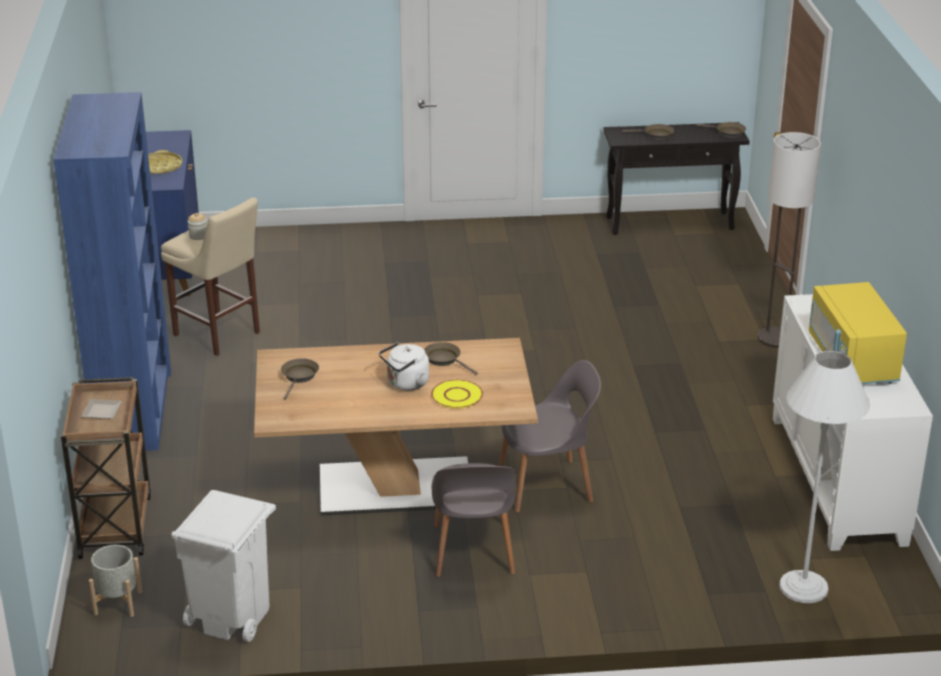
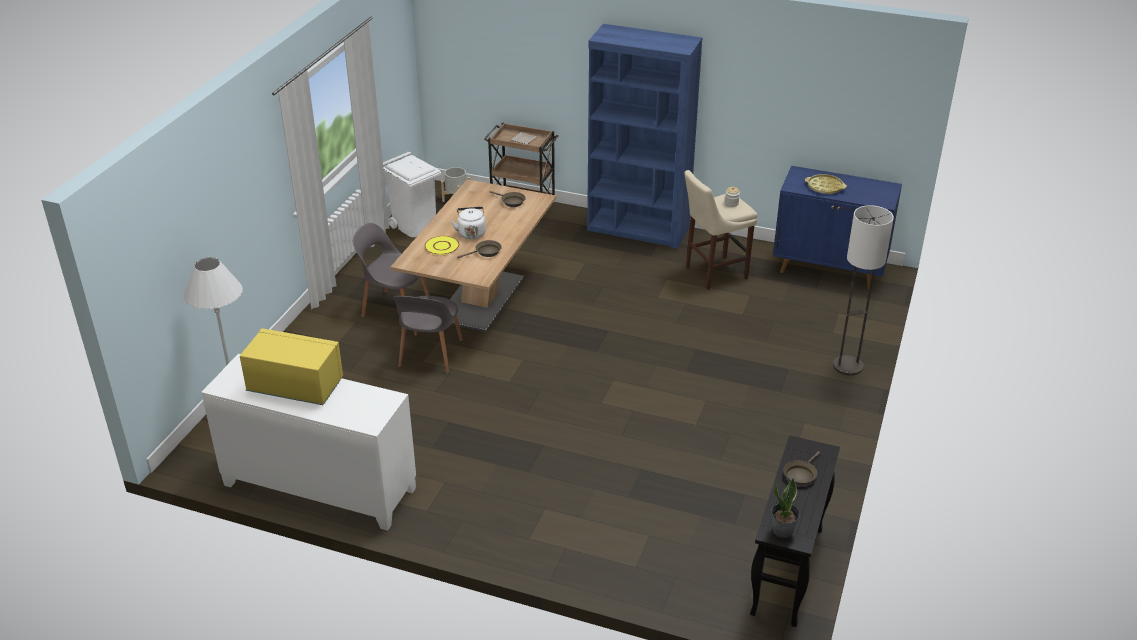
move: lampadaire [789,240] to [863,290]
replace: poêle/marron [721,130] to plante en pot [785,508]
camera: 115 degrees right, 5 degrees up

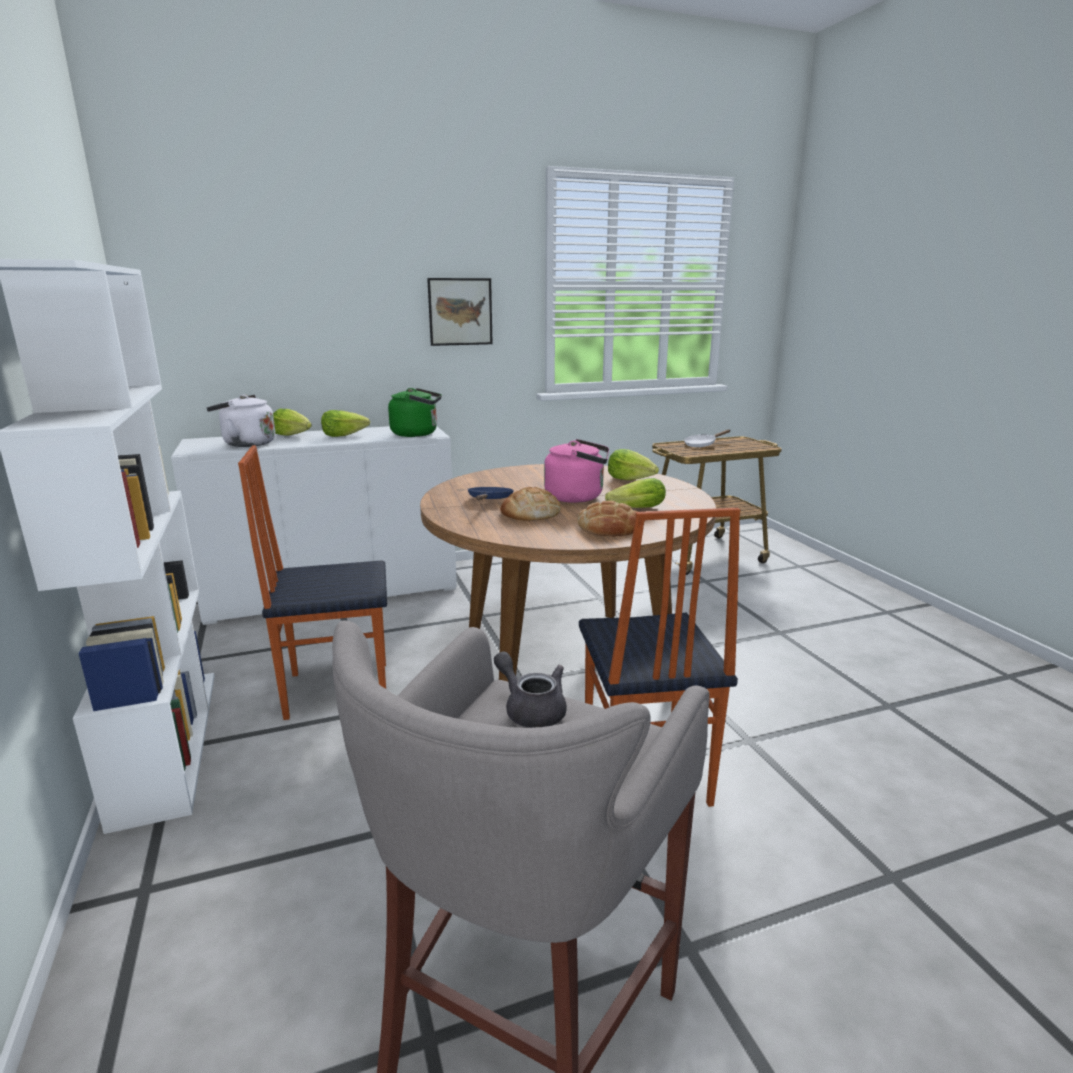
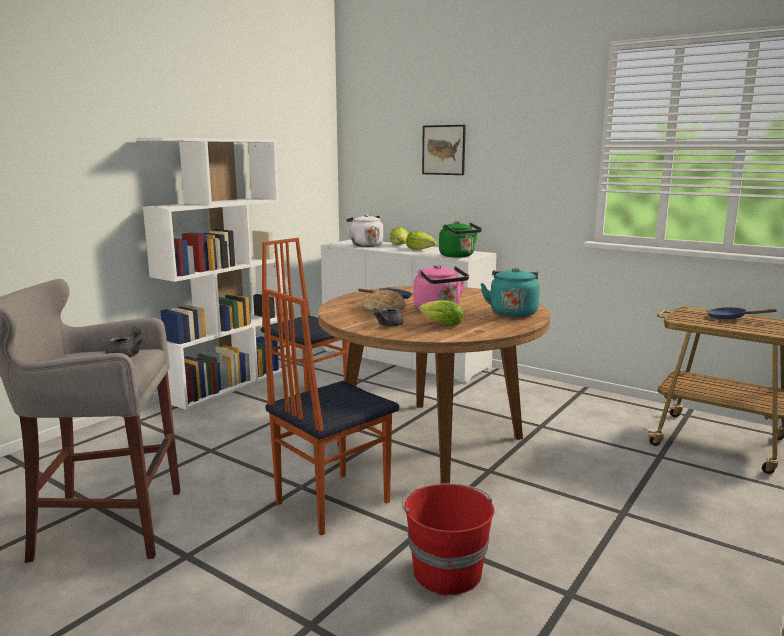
insert: seau/rouge [448,539]
move: tableau [460,312] to [444,150]
replace: pain [607,519] to théière/gris [388,317]; laitue [633,464] to bouilloire/turquoise [510,292]
recolor: poêle/blanc [707,438] to poêle/bleu [742,313]
camera: 55 degrees right, 5 degrees down

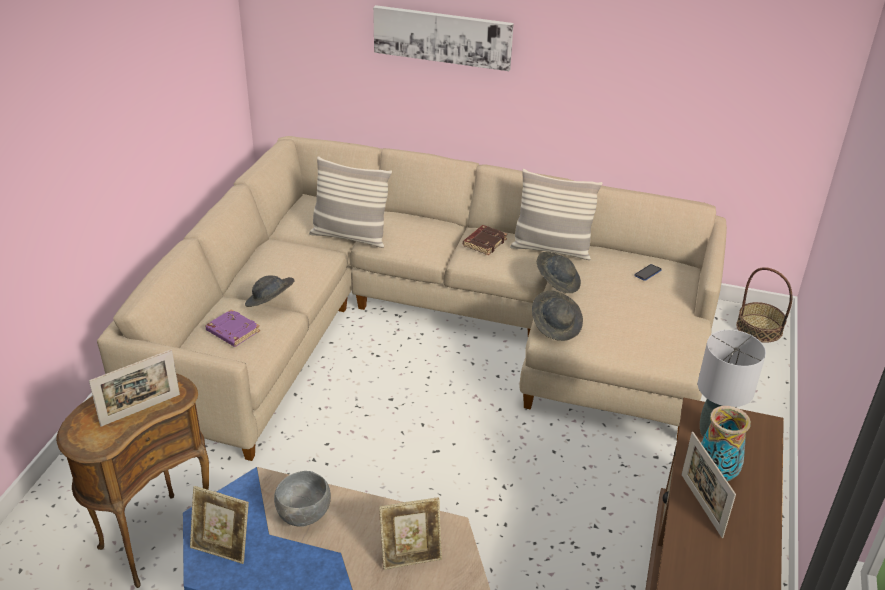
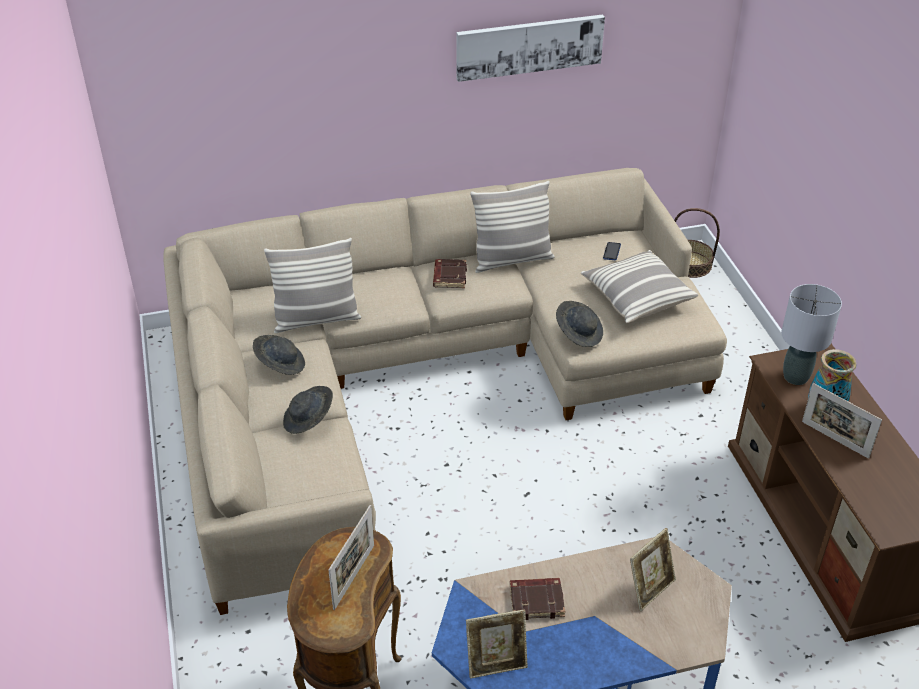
delete: livre/violet [232,328]
insert: coussin [639,286]
move: tableau [443,38] to [530,48]; chapeau/gris [559,272] to [279,355]
replace: bol/gris [302,499] to livre/marron [538,599]
camera: 30 degrees left, 5 degrees up

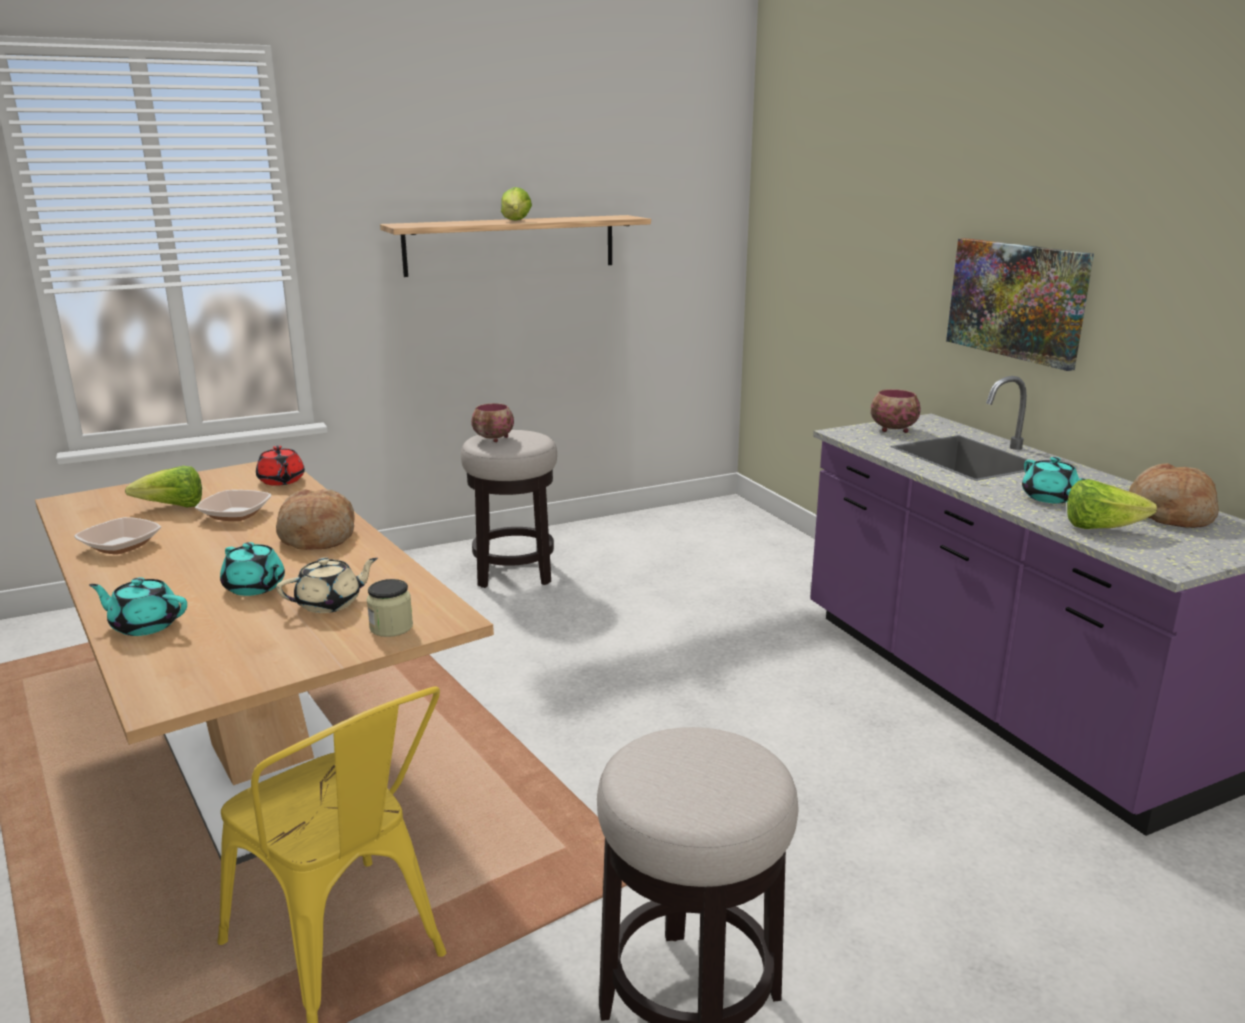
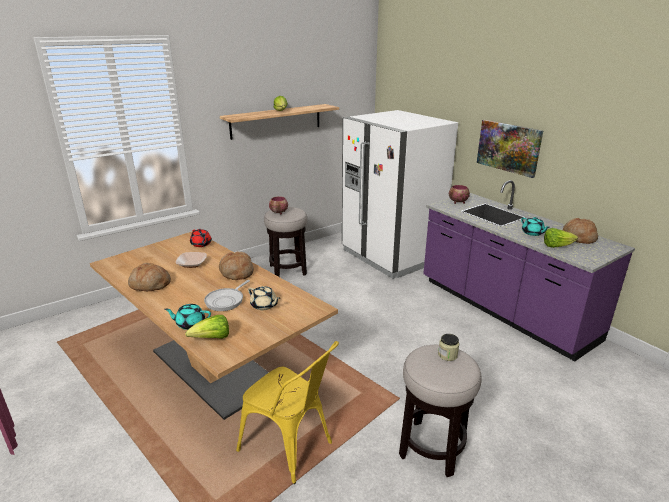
insert: réfrigérateur/blanc [400,194]
move: laitue [163,486] to [207,327]; bocal [390,608] to [448,347]
replace: bol [117,535] to pain [149,277]; théière/turquoise [252,569] to poêle [227,295]
rotate: théière/beige [327,585] = [264,298] 75 degrees clockwise
camera: 10 degrees left, 5 degrees up

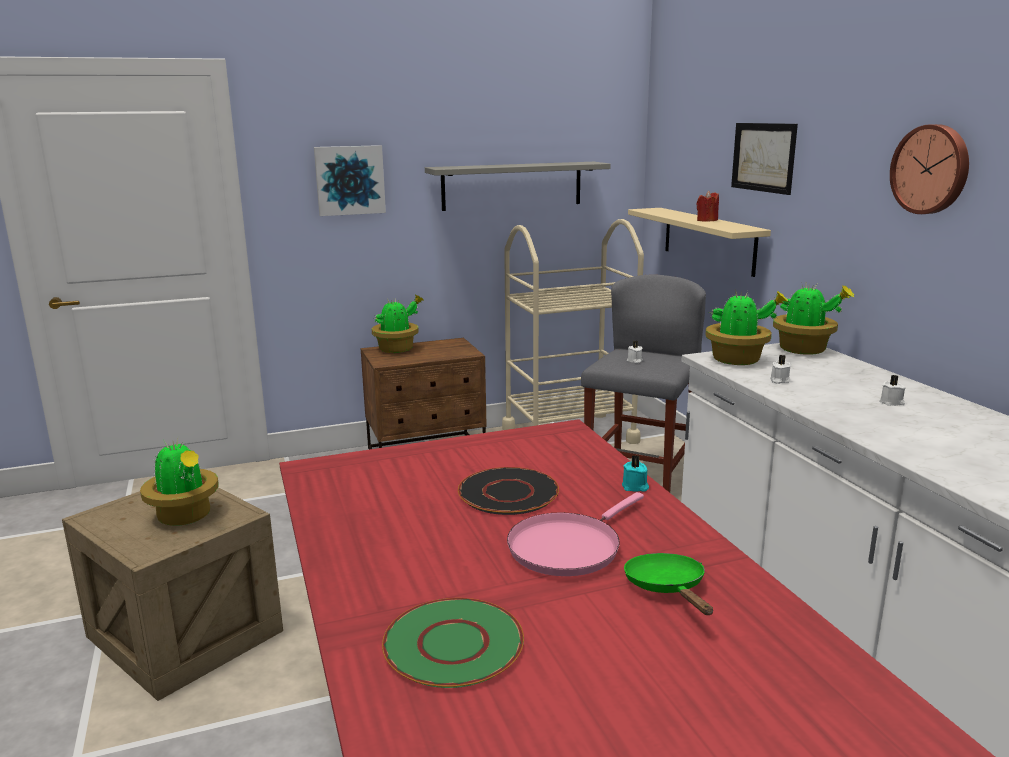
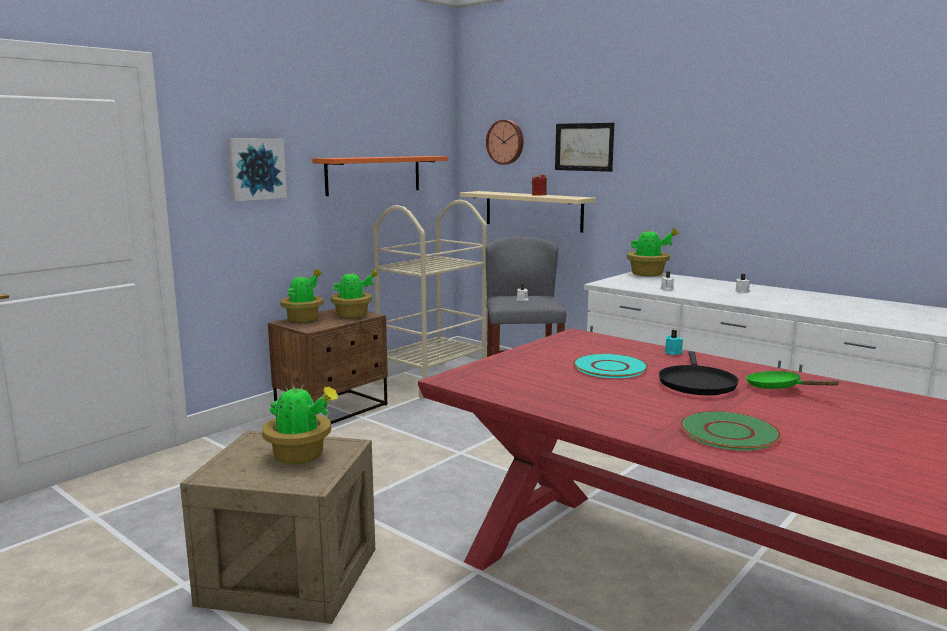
move: plante en pot [747,327] to [355,293]; horloge murale [929,169] to [505,142]
recolor: étagère/gris [518,186] to étagère/orange [380,176]; assiette/noir [508,491] to assiette/turquoise [610,365]; poêle/rose [575,534] to poêle/noir [699,373]
camera: 30 degrees left, 5 degrees down

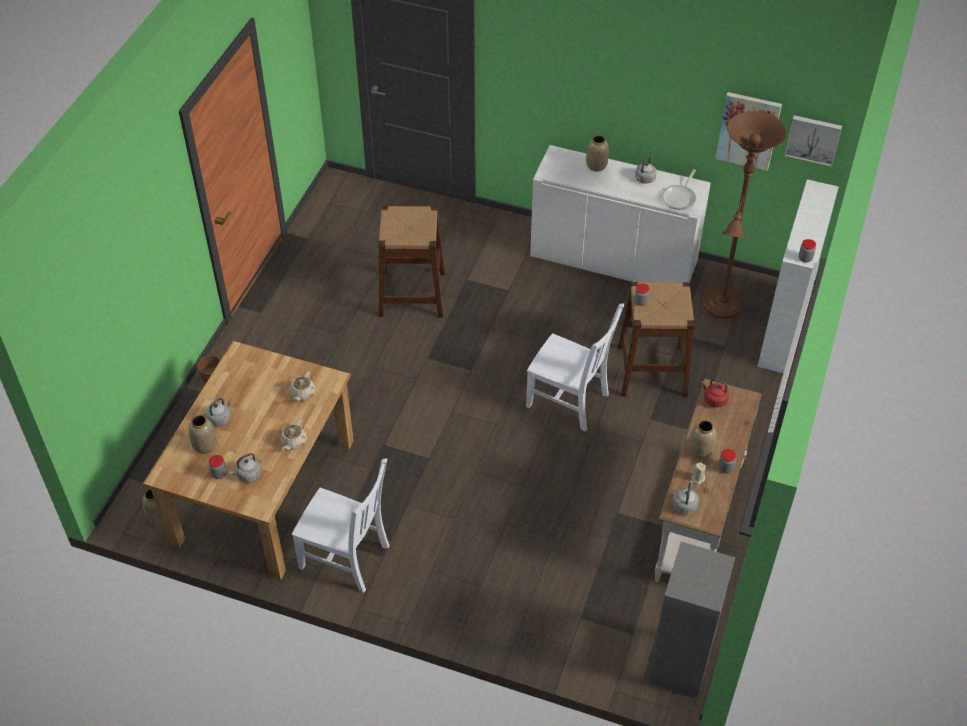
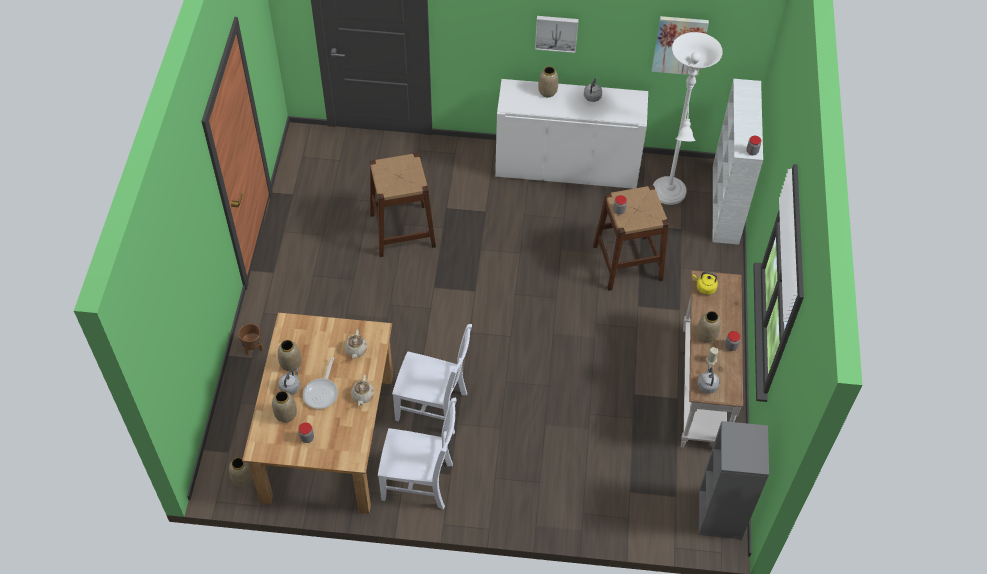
delete: bouilloire/gris [244,468]
insert: vase [290,356]
move: chaise/blanc [575,367] to [432,379]; poêle [679,189] to [320,383]; tableau [813,141] to [557,34]
recolor: bouilloire/rouge [715,393] to bouilloire/jaune [705,283]; lampadaire/marron [744,215] to lampadaire/blanc [688,118]
camera: 15 degrees left, 5 degrees up

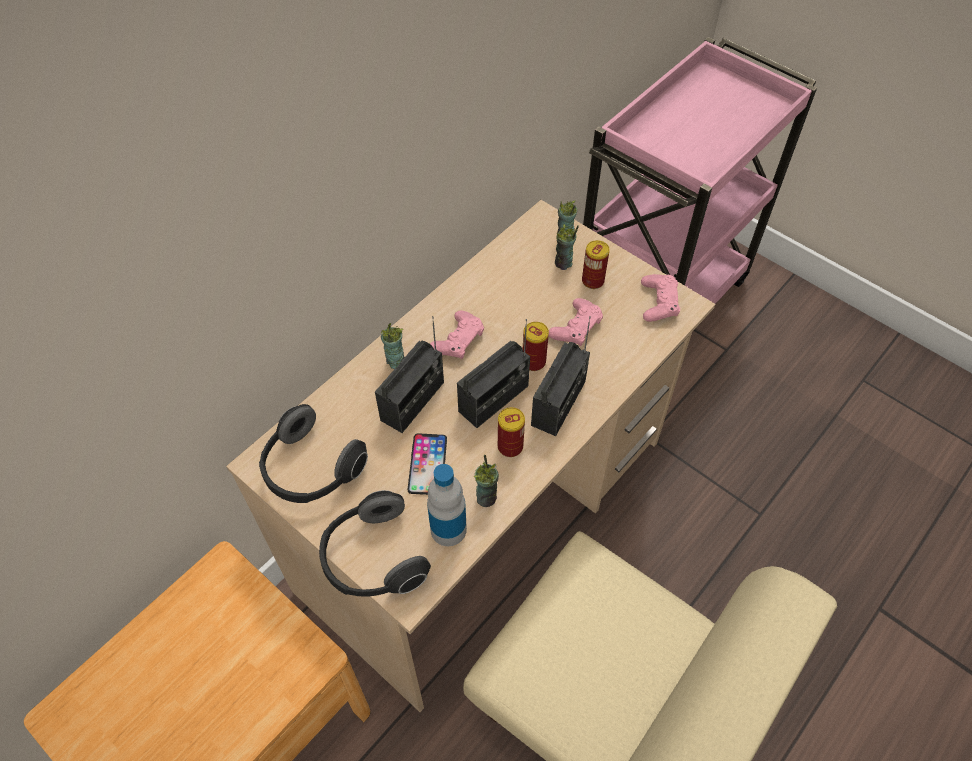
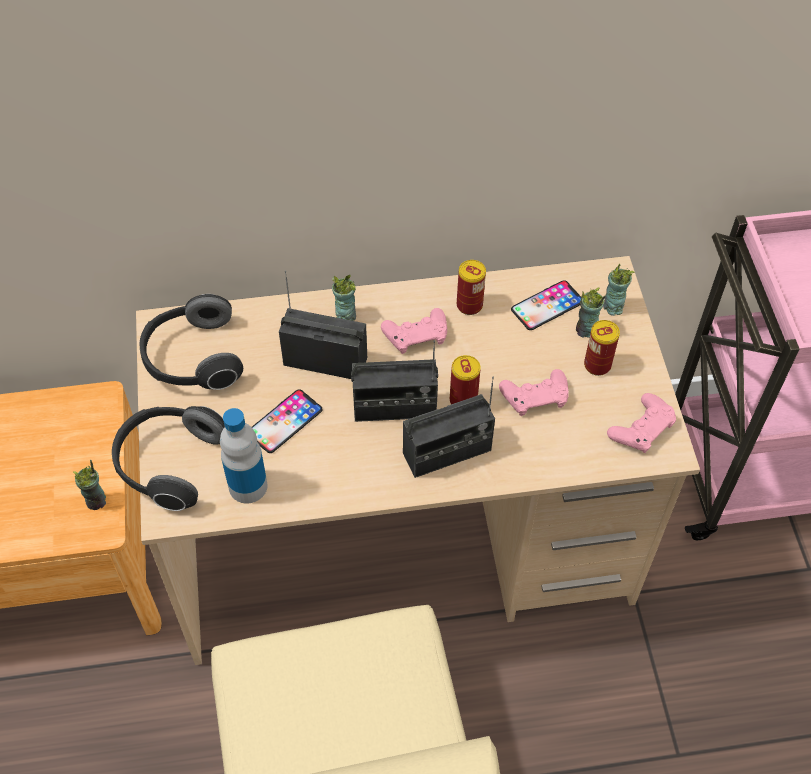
insert: téléphone [546,305]
move: tasse [486,481] to [89,485]; boîte métallique [511,432] to [471,287]
rotate: radio [409,374] = [323,324] 150 degrees counterclockwise
camera: 40 degrees right, 0 degrees up

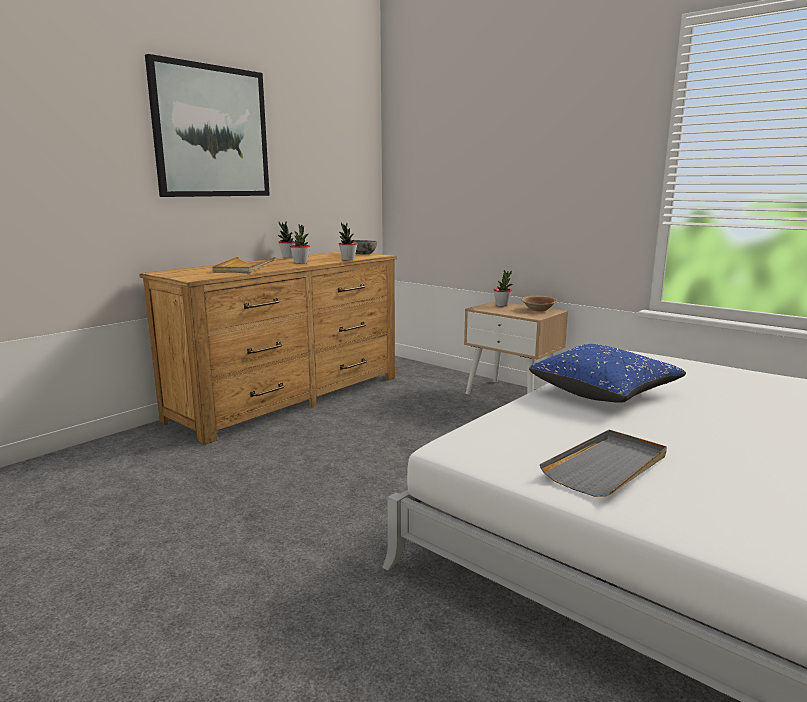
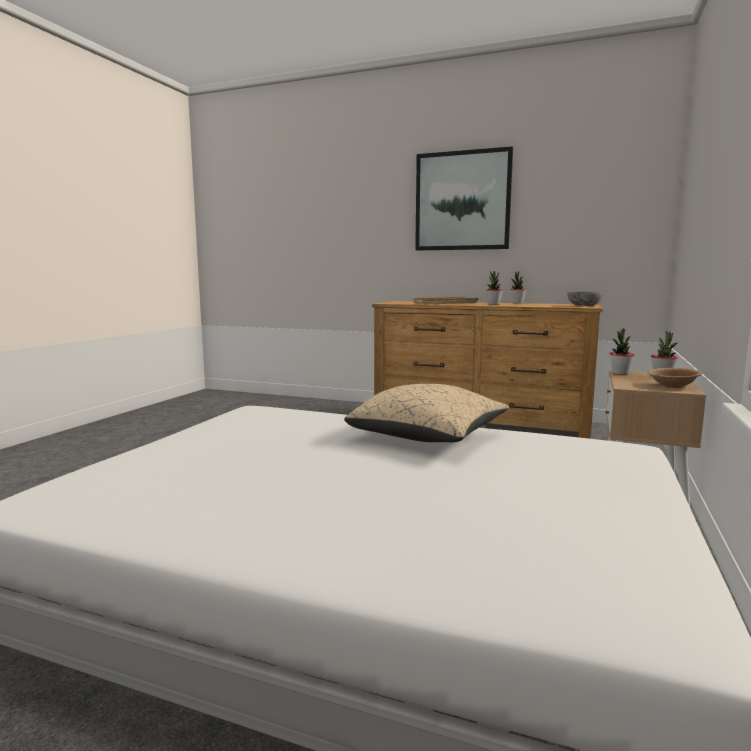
delete: plateau/gris [603,463]
move: plante en pot [348,241] to [622,351]
recolor: coussin/bleu [607,373] to coussin/beige [426,413]
camera: 70 degrees right, 5 degrees down

